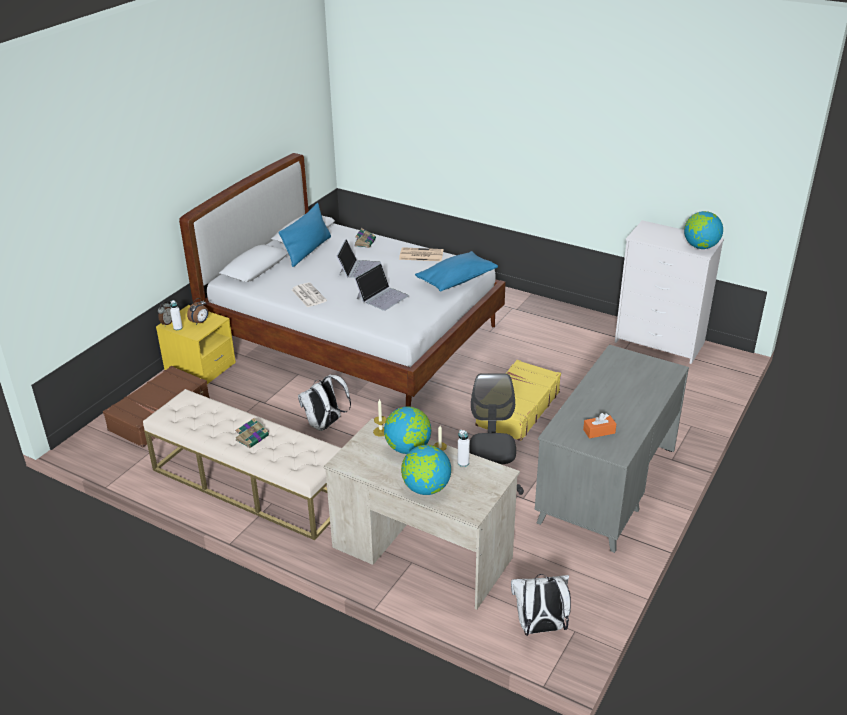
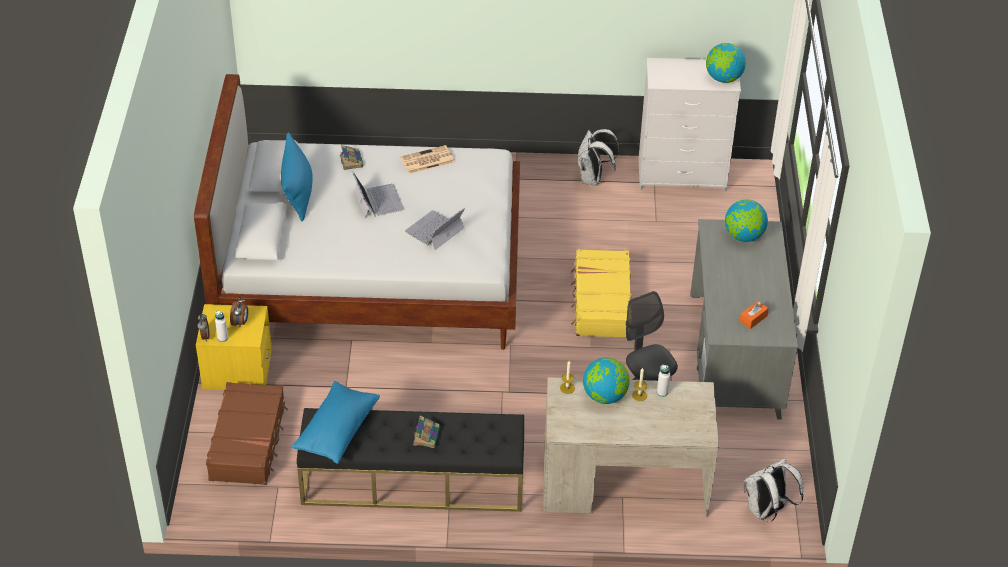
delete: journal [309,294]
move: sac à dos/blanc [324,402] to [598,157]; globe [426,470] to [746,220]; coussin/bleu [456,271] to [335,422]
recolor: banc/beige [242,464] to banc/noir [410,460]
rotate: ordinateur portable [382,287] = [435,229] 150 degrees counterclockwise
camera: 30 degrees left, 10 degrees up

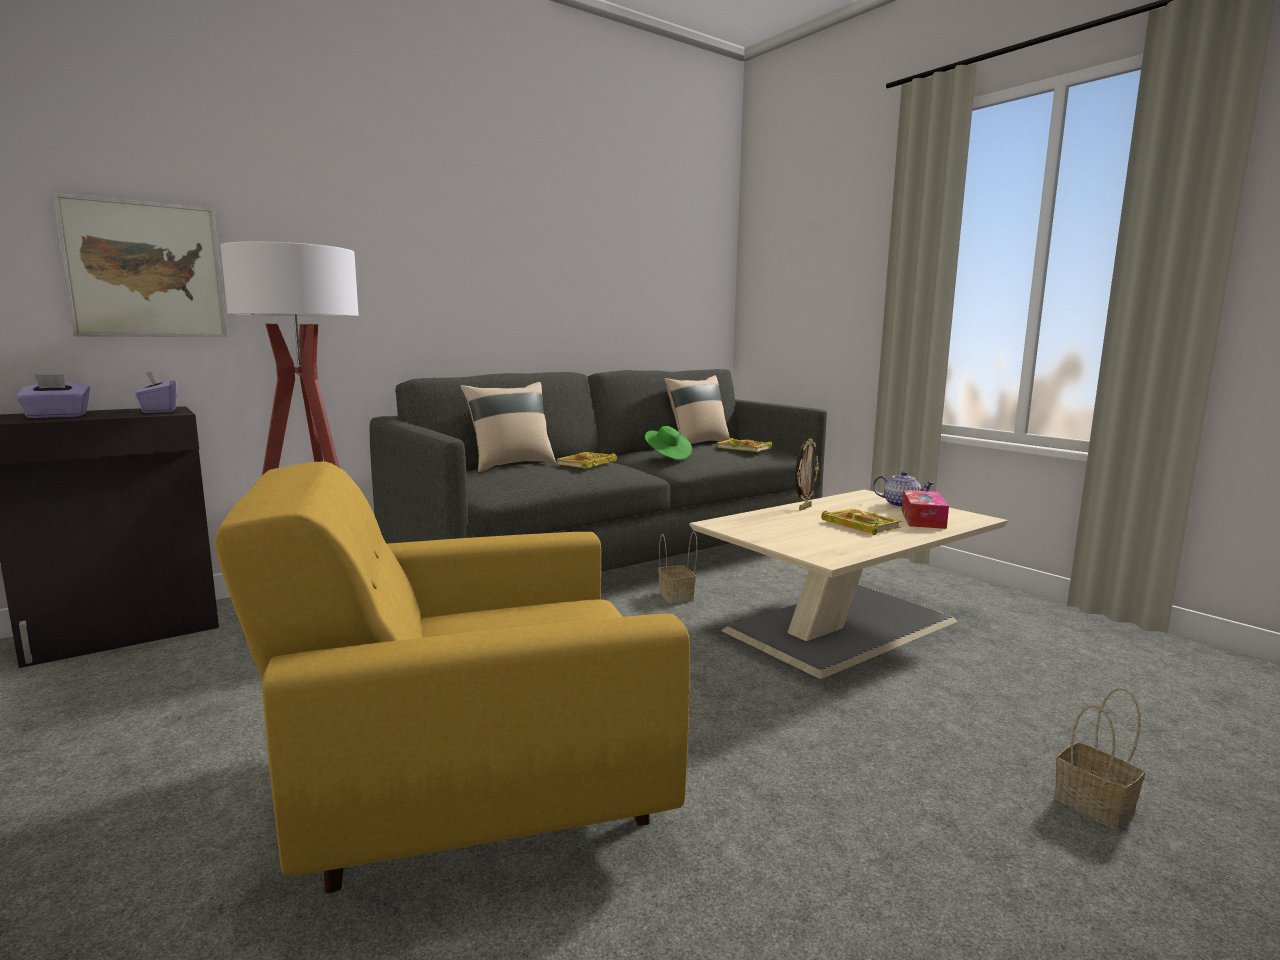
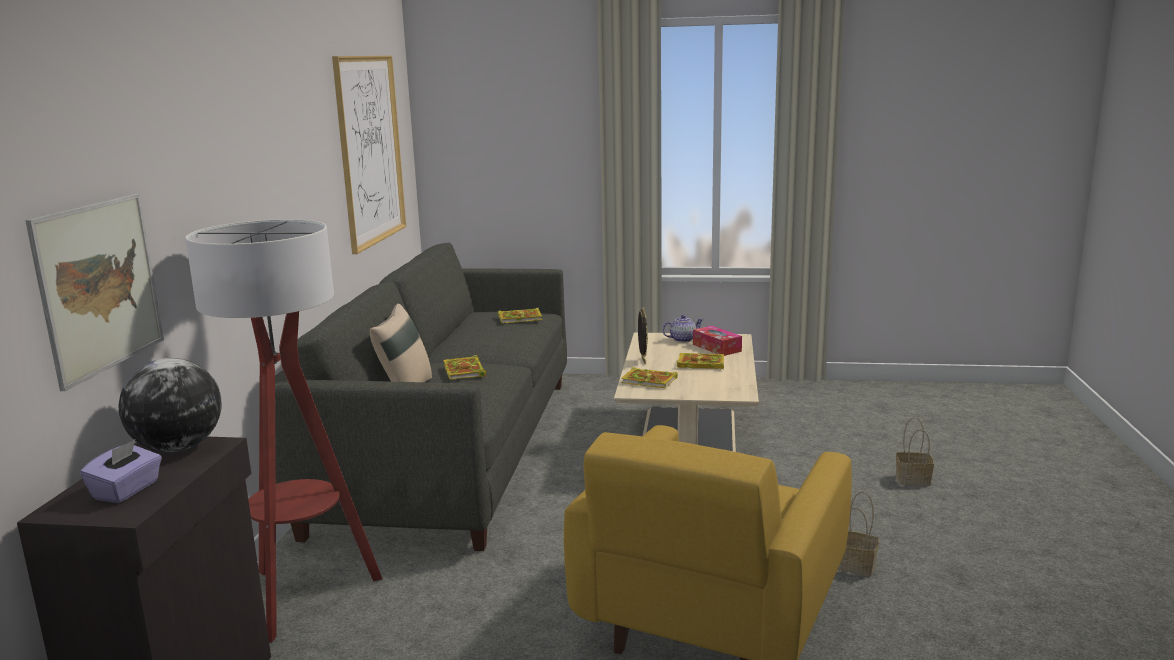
delete: chapeau/vert [668,443]; coussin/beige [697,409]
insert: tableau [369,155]; livre [649,377]
move: panier [677,567] to [858,534]
replace: boîte à mouchoirs/violet [156,392] to globe [170,405]
camera: 45 degrees left, 5 degrees up

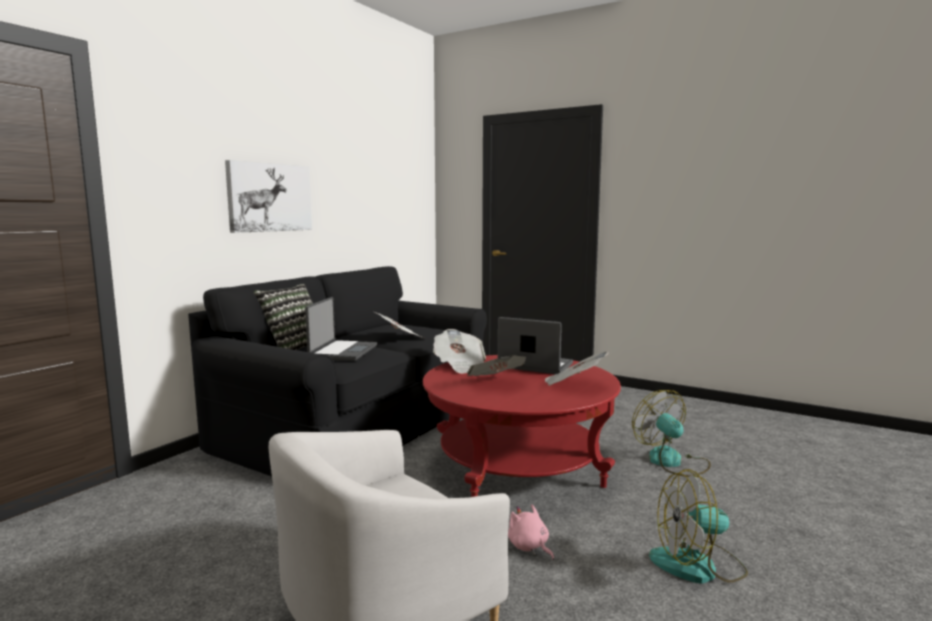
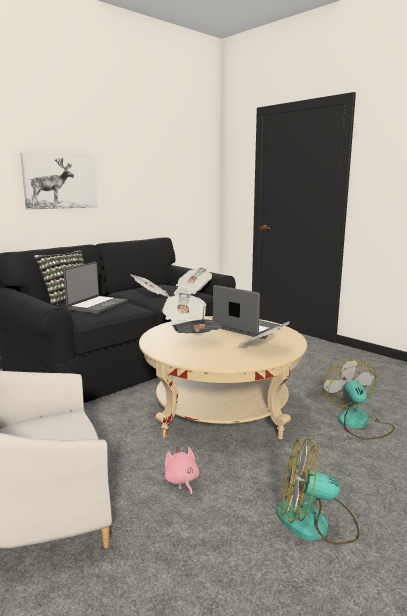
insert: journal [193,281]
recolor: table basse/rouge [522,426] to table basse/beige [223,377]
camera: 15 degrees right, 5 degrees up

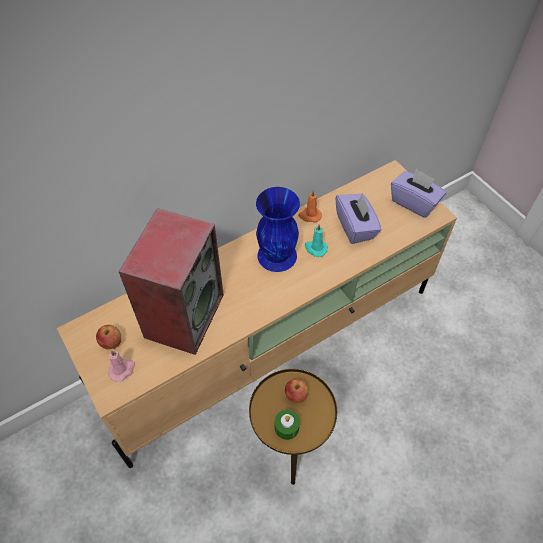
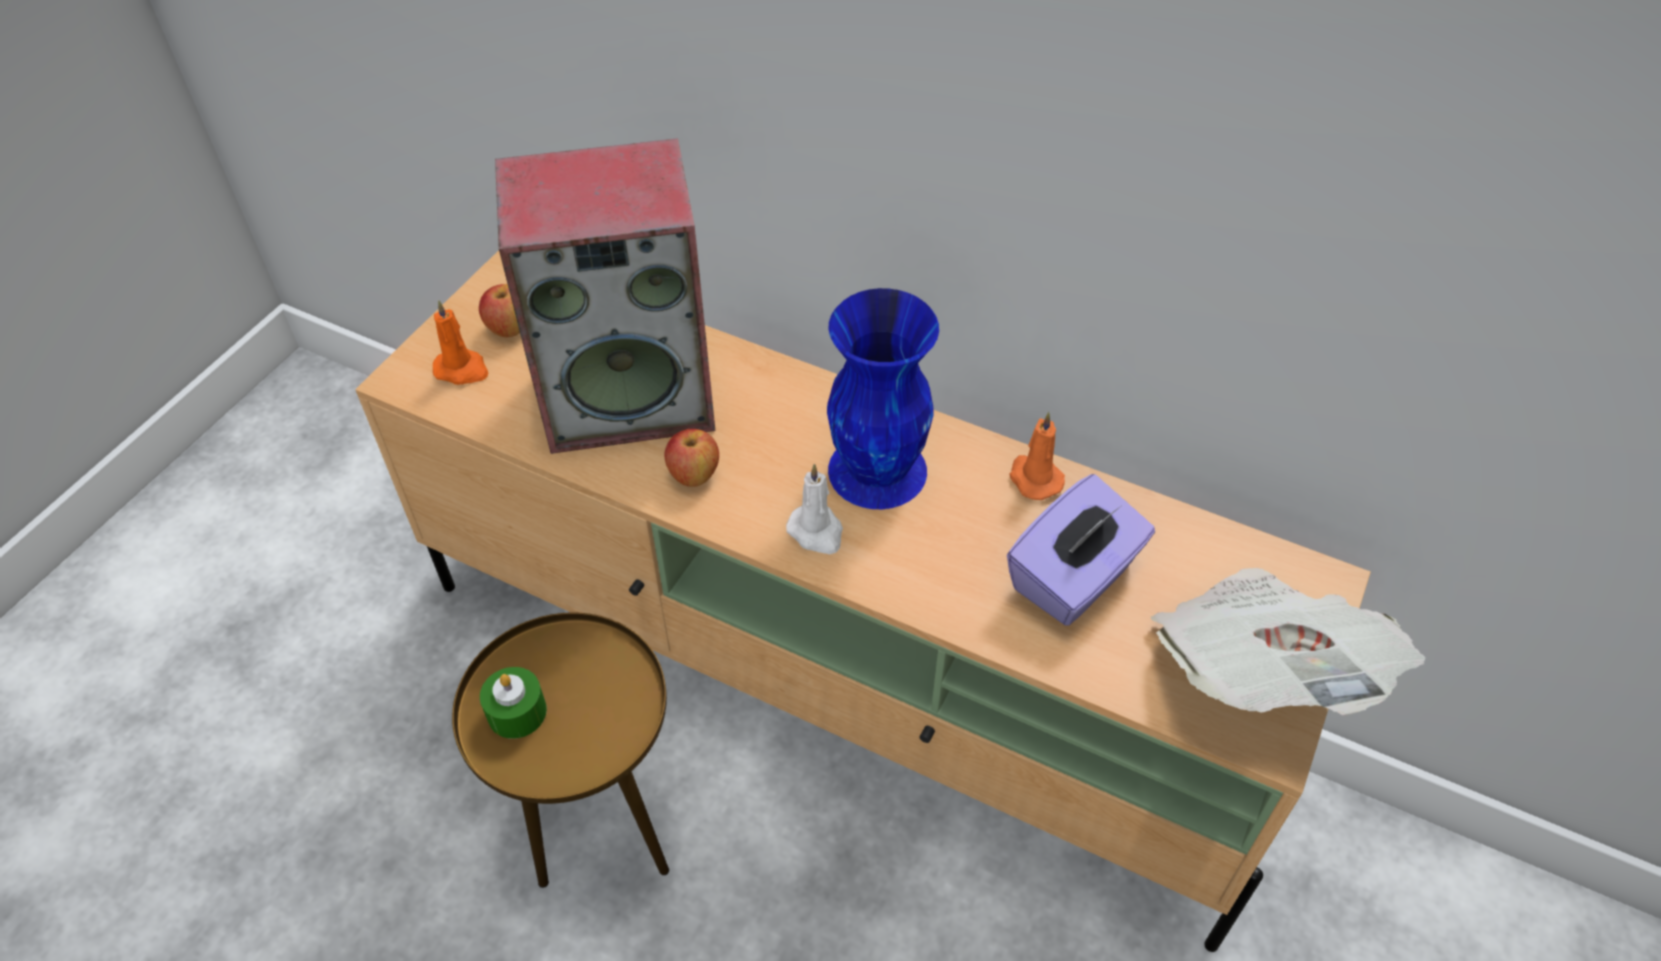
delete: bougie/turquoise [316,240]
insert: bougie/blanc [814,509]
move: pomme [297,390] to [692,458]
replace: boîte à mouchoirs/violet [418,193] to journal [1288,641]
recolor: bougie/rose [121,366] to bougie/orange [460,342]
camera: 60 degrees right, 5 degrees down

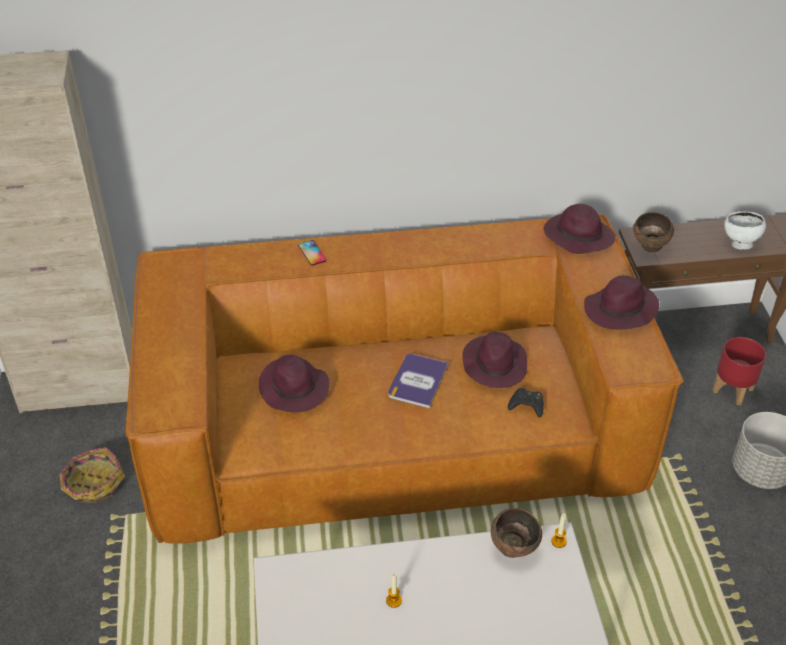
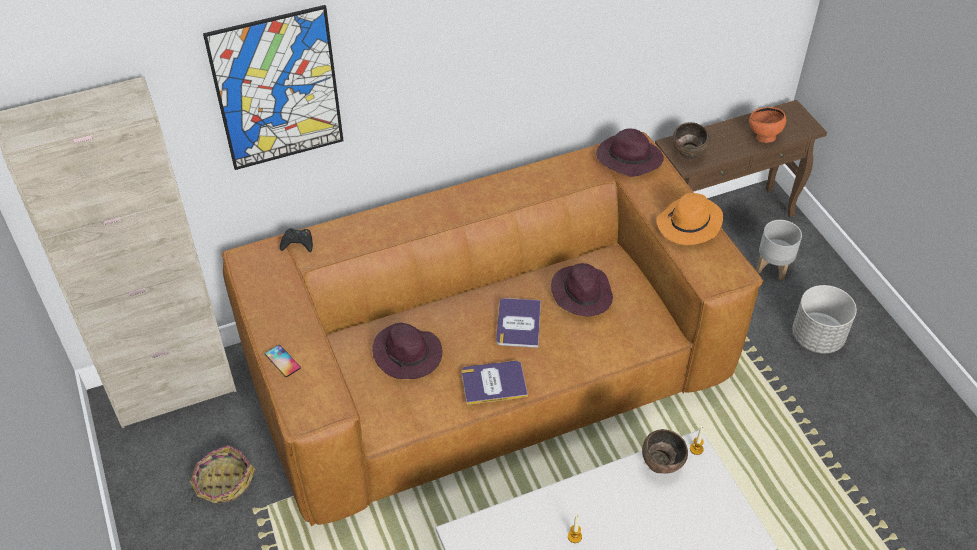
insert: tableau [273,87]; livre [495,383]
move: téléphone [312,253] to [283,361]; manette/noir [526,403] to [296,240]
recolor: chapeau/violet [621,302] to chapeau/orange [689,219]; cache-pot/rouge [739,371] to cache-pot/gris [779,250]; bol/blanc [745,230] to bol/orange [767,125]
camera: 15 degrees left, 5 degrees up

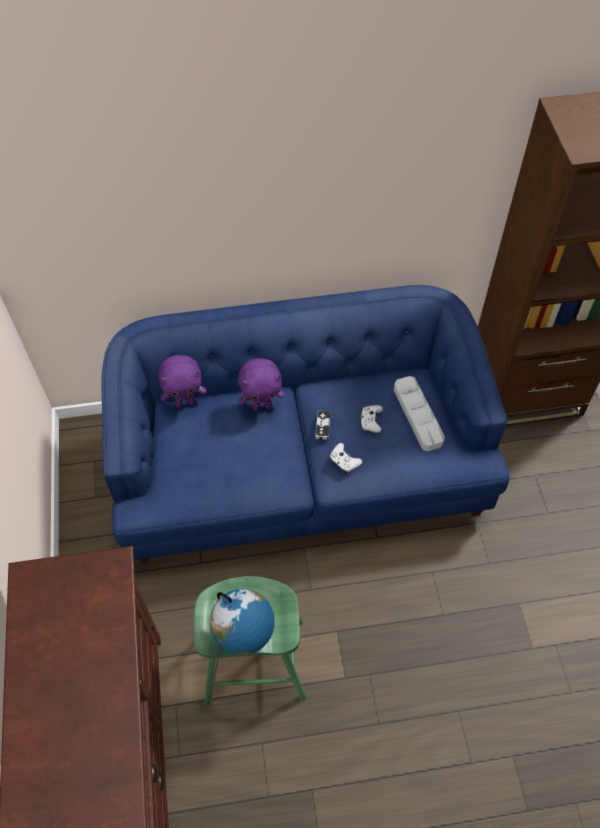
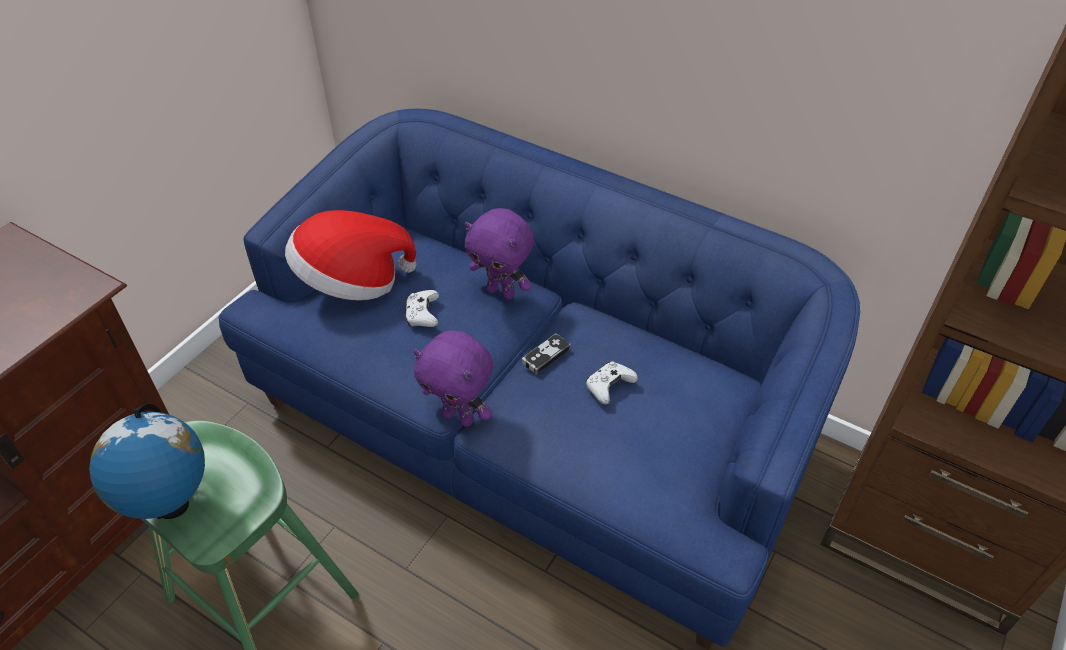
delete: plateau/gris [419,413]
insert: chapeau [350,255]
move: peluche/violet [182,381] to [453,378]; manette/blanc [346,458] to [422,308]
camera: 40 degrees right, 10 degrees down

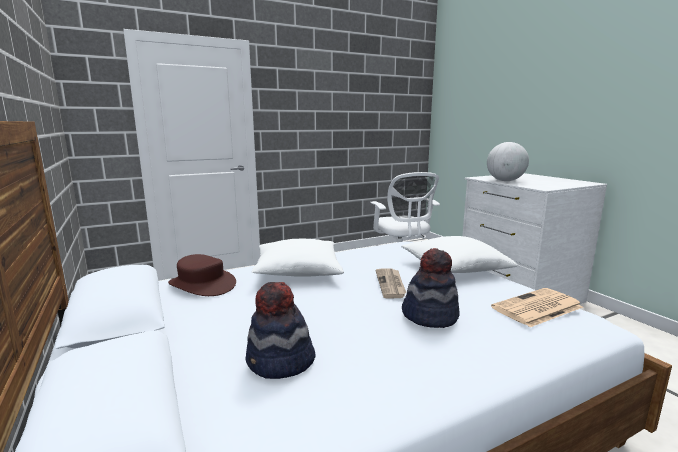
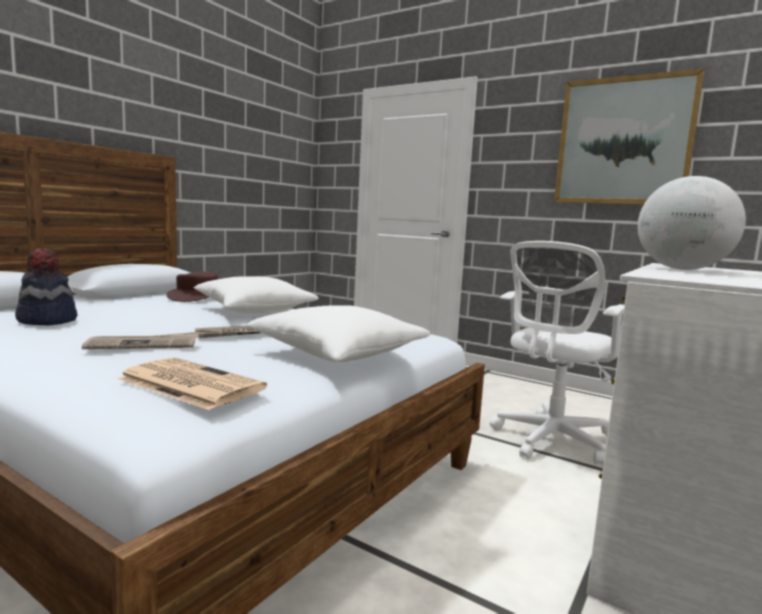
insert: tableau [629,136]
replace: chapeau [431,288] to journal [140,340]
camera: 60 degrees right, 5 degrees down

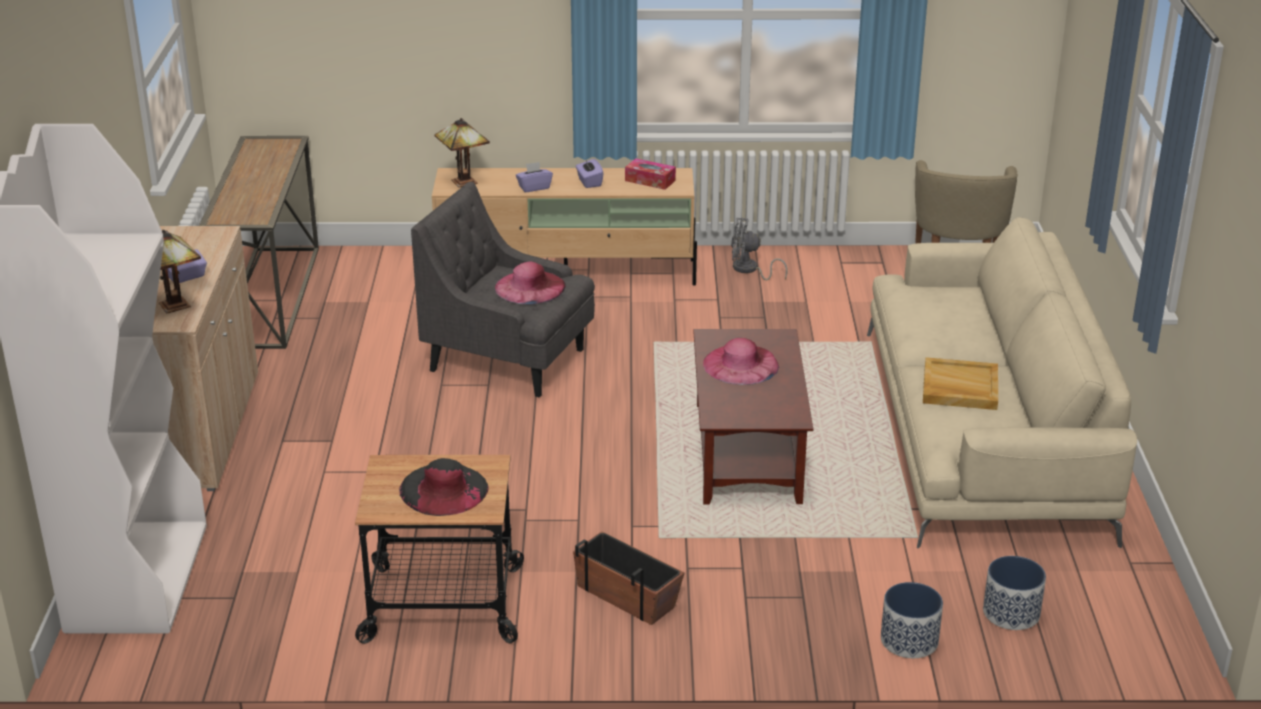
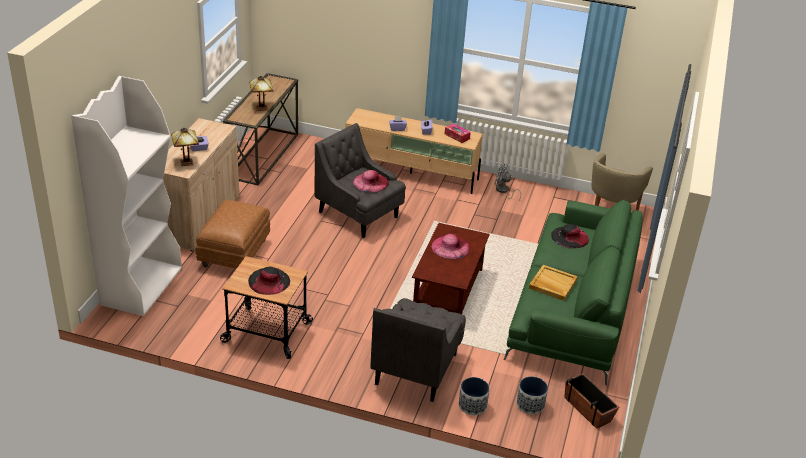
insert: pouf/marron [232,234]; fauteuil/gris [418,350]; chapeau/noir [570,236]
move: lampe de table [462,153] to [261,93]; cache-pot [628,578] to [591,401]
recolor: canapé/beige [1002,382] to canapé/vert [573,293]
camera: 15 degrees right, 5 degrees up

